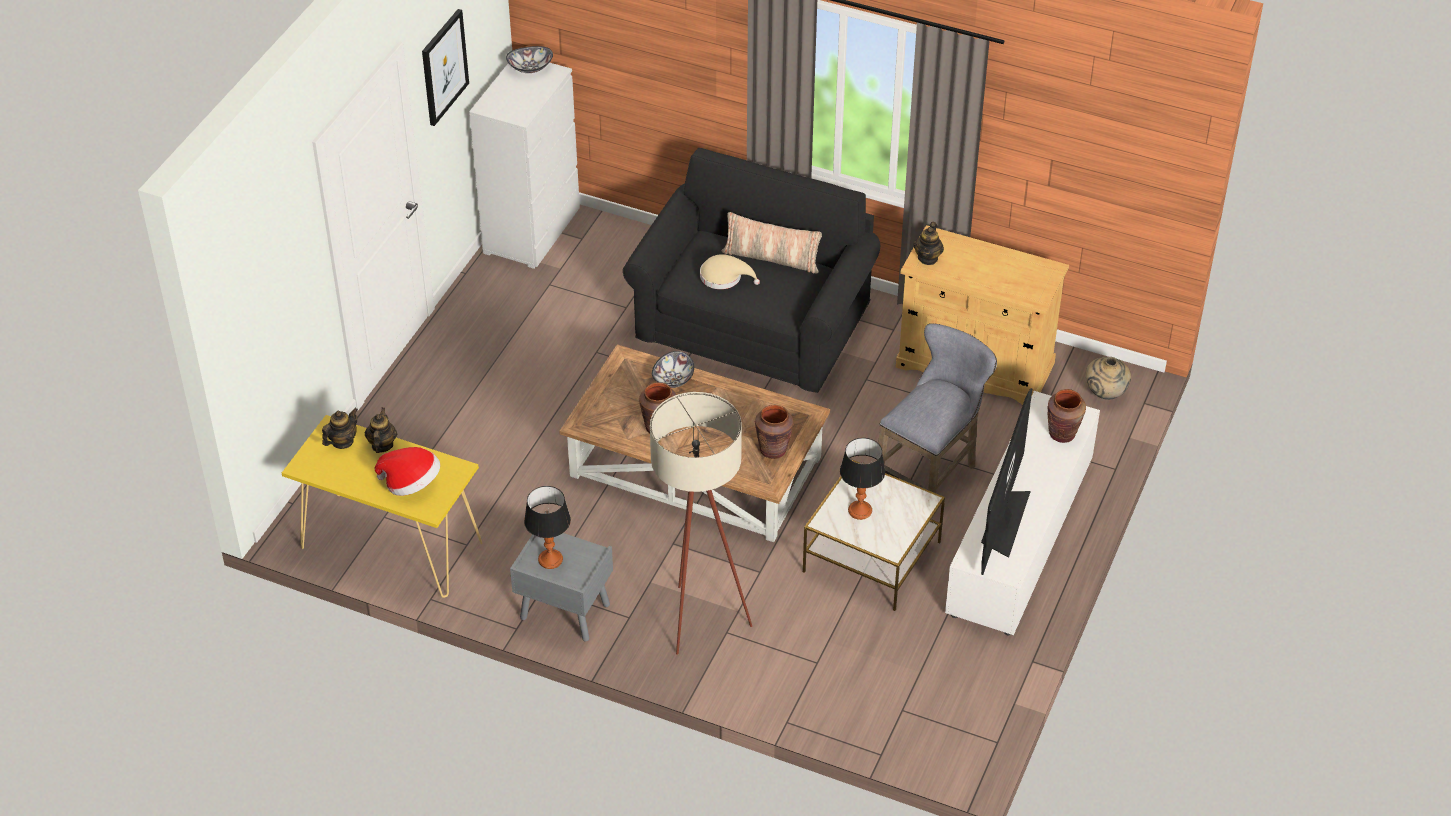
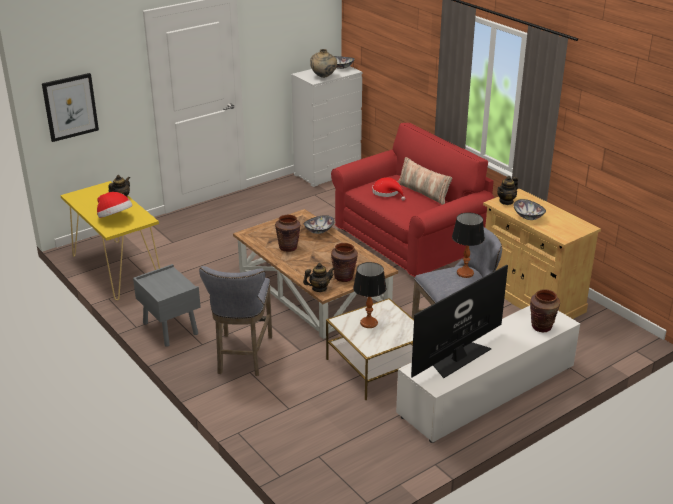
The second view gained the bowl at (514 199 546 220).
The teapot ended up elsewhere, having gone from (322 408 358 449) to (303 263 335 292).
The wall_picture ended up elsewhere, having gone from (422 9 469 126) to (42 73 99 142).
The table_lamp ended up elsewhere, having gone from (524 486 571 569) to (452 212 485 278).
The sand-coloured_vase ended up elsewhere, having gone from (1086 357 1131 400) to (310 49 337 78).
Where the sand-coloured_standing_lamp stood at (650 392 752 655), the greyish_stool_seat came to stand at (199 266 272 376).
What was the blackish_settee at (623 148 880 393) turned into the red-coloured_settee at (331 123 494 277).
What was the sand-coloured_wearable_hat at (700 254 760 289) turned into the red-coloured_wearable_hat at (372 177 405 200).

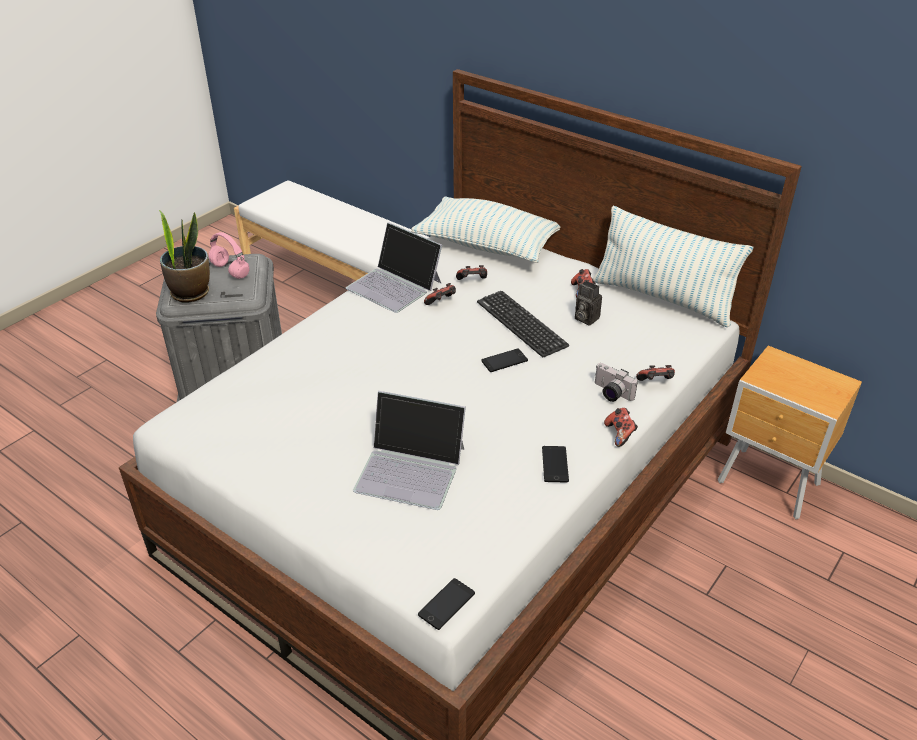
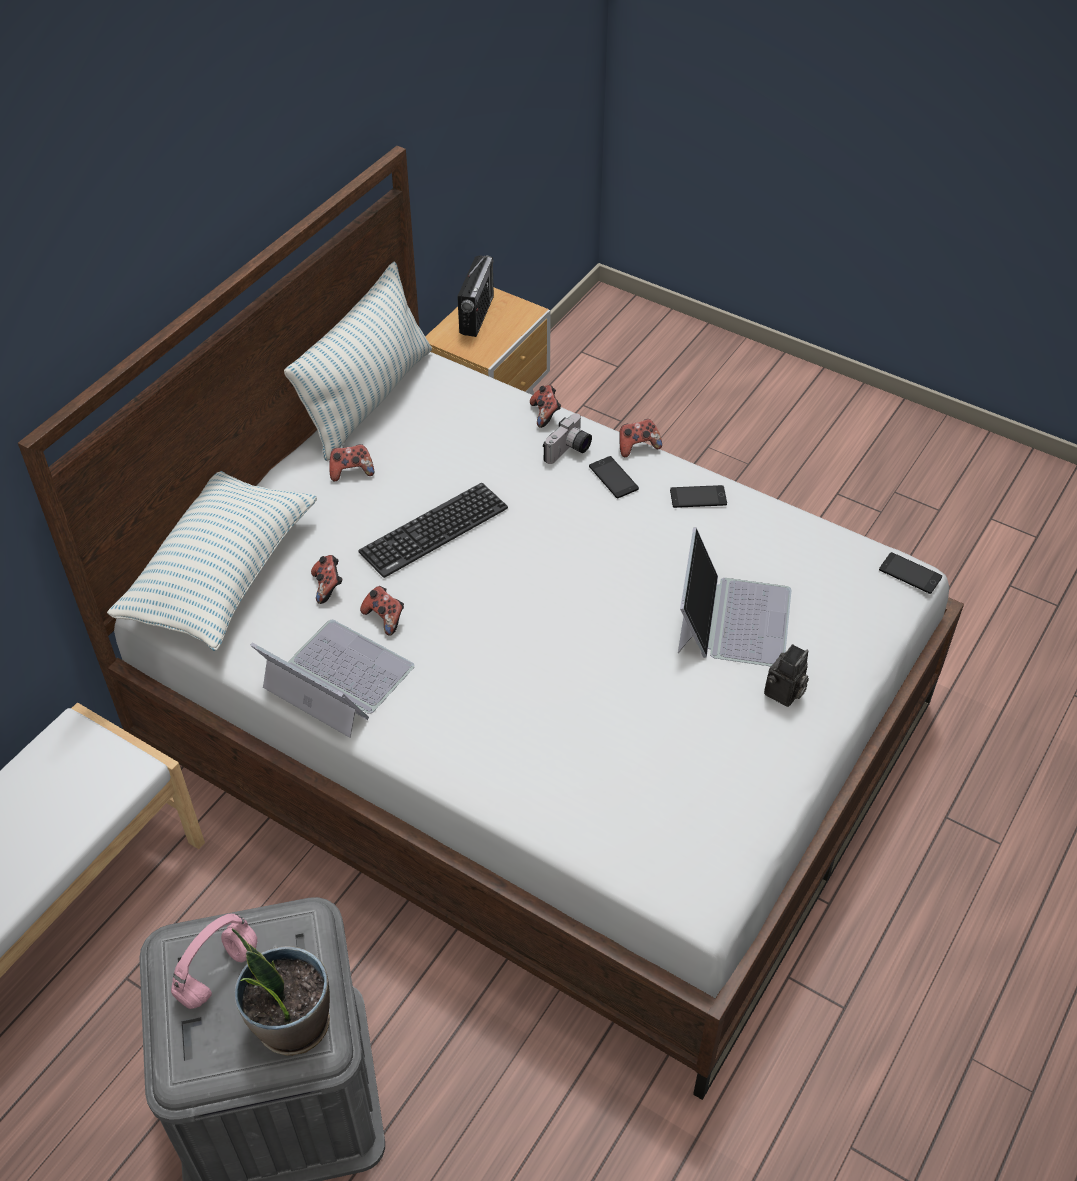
The second view gained the radio_set at (457 255 494 337).
The telephone ended up elsewhere, having gone from (481 349 528 372) to (589 456 639 498).
The photo_camera ended up elsewhere, having gone from (575 280 602 326) to (764 644 809 707).
The portable_computer at (346 222 442 313) ended up facing another way, 90 degrees counterclockwise from before.

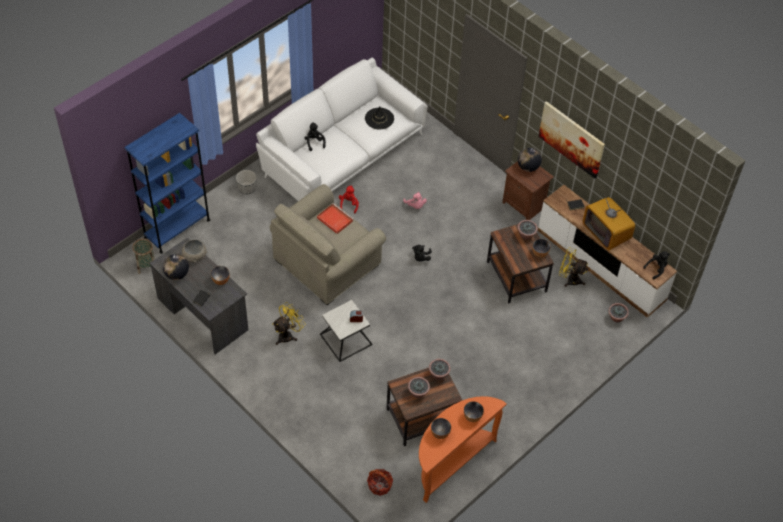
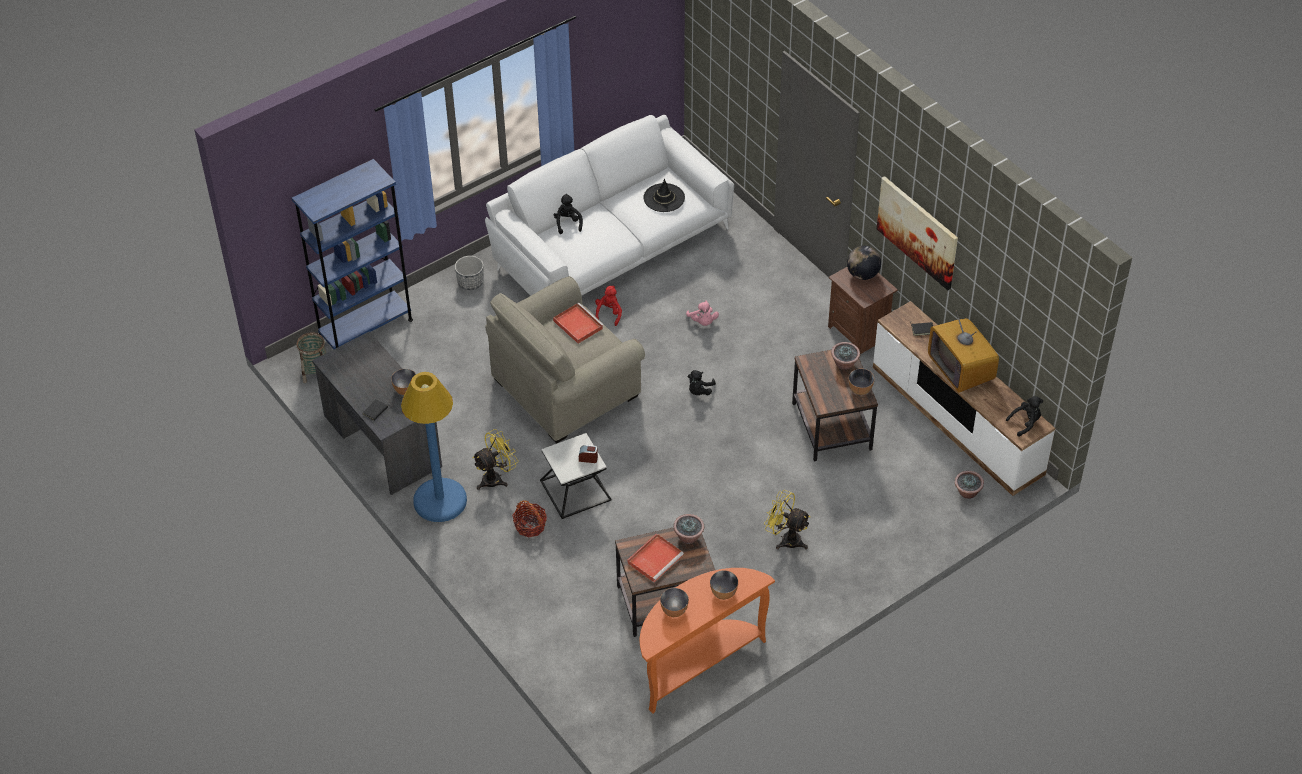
The second view lost the globe at (163 254 189 280).
The second view lost the greyish_bowl at (182 240 207 263).
The second view gained the blue-coloured_standing_lamp at (401 372 467 522).
The basket ended up elsewhere, having gone from (367 469 393 496) to (512 500 547 538).
The yellow_fan ended up elsewhere, having gone from (559 247 588 287) to (764 490 810 549).
Where the houseplant stood at (408 377 430 398), the red-coloured_tray came to stand at (627 533 684 582).

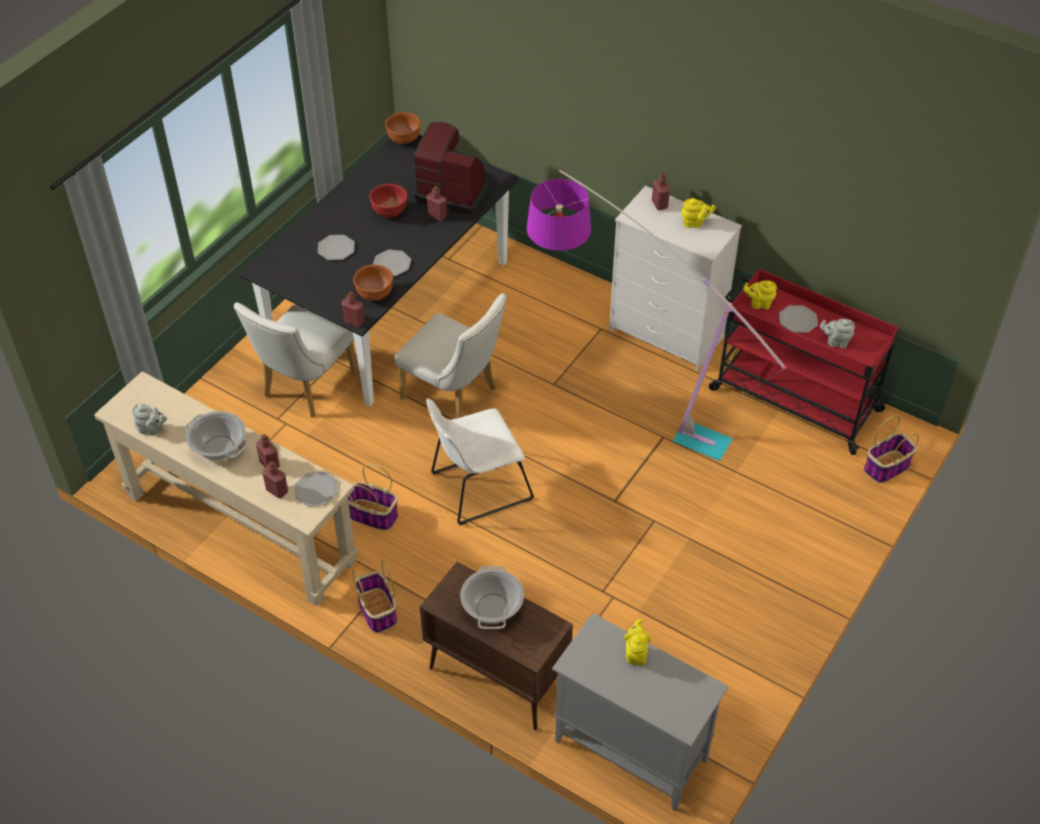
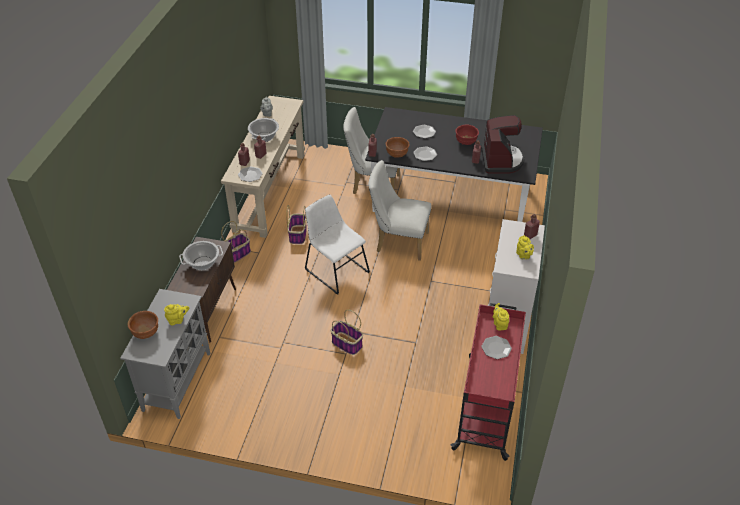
The second view lost the standing_lamp at (527 170 787 461).
The second view lost the greyish_teapot at (820 319 855 348).
The brown-coloured_bowl ended up elsewhere, having gone from (385 112 421 144) to (128 311 158 339).
The basket ended up elsewhere, having gone from (864 415 919 483) to (330 309 363 355).
The whitish_upright_chair at (395 293 507 418) ended up facing another way, 90 degrees clockwise from before.

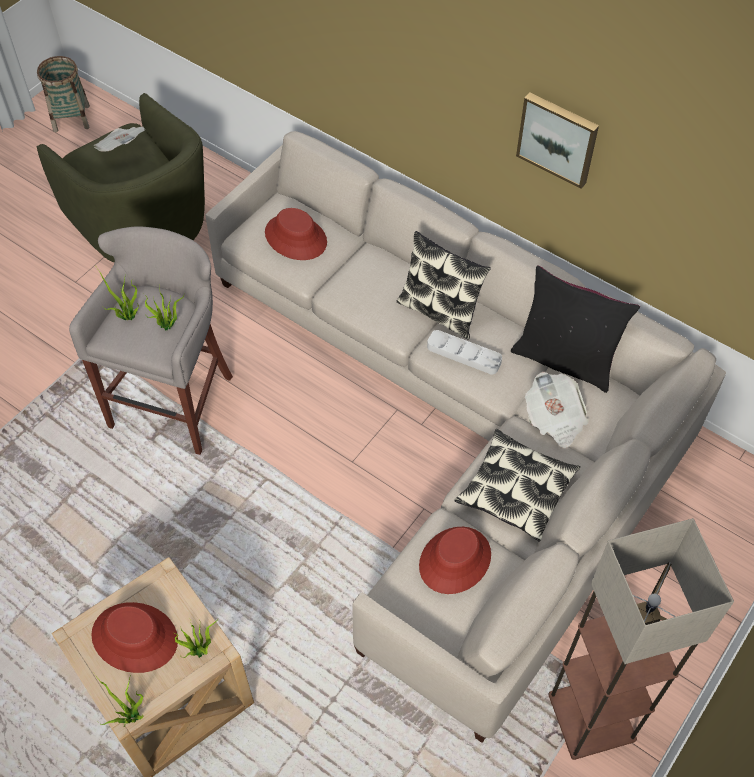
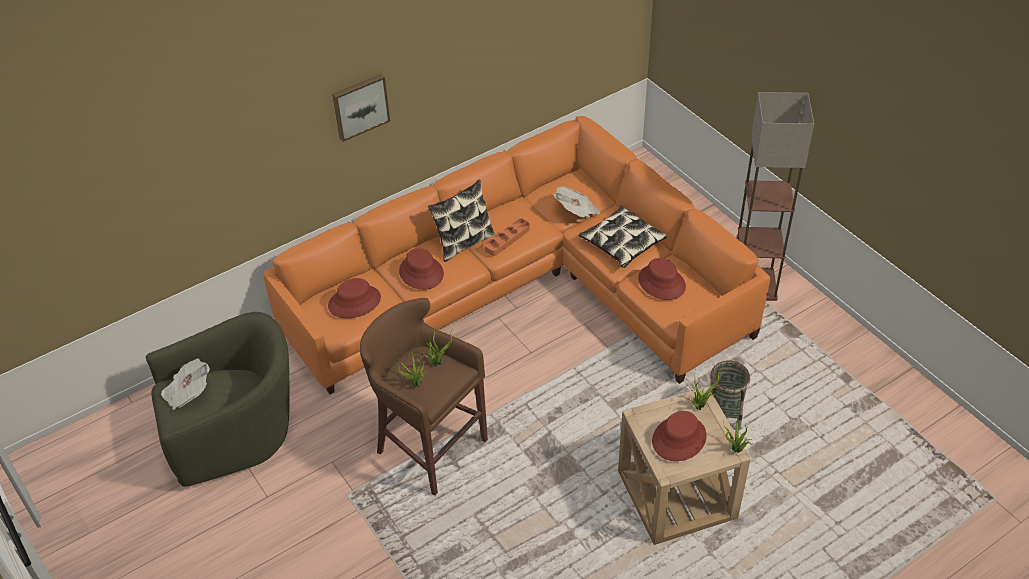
The second view lost the blackish_pillow at (511 265 640 393).
The second view gained the red-coloured_wearable_hat at (399 248 444 290).
The basket ended up elsewhere, having gone from (37 56 90 132) to (710 360 750 430).
The wall_picture ended up elsewhere, having gone from (516 93 599 189) to (332 74 390 142).
What was the greyish_stool_seat at (69 226 233 455) turned into the brown-coloured_stool_seat at (360 298 488 496).
What was the sand-coloured_settee at (206 131 726 743) turned into the orange_settee at (263 116 770 394).
What was the greyish_tray at (427 330 502 374) turned into the orange_tray at (485 218 530 256).

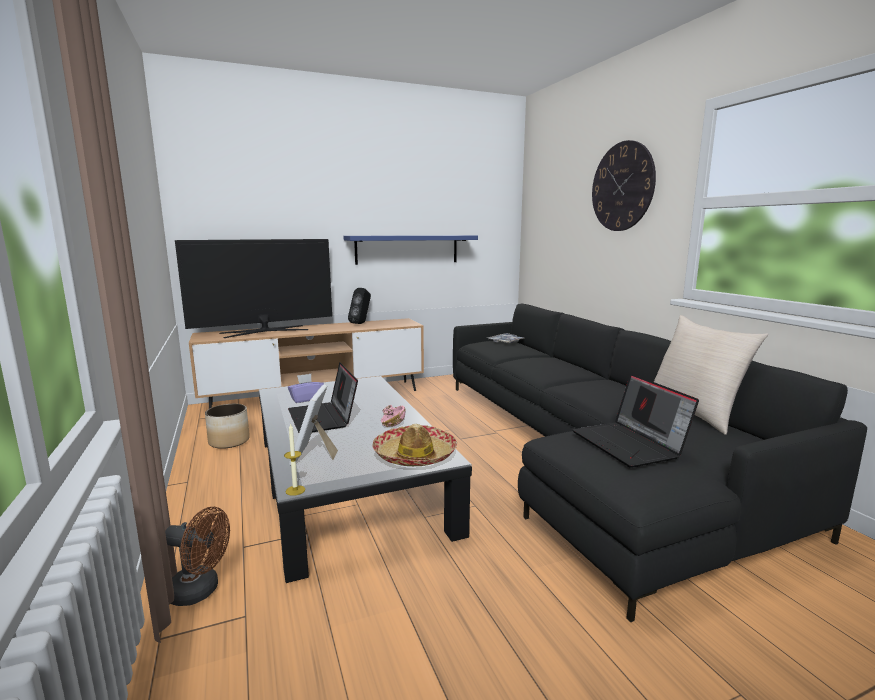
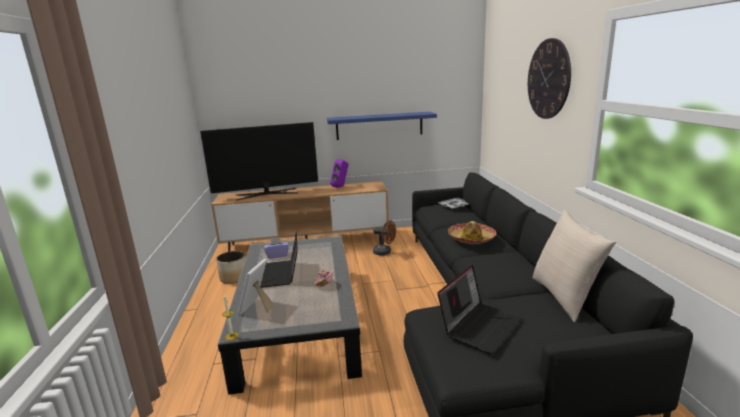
The brown-coloured_fan ended up elsewhere, having gone from (165 507 230 606) to (373 220 396 255).
The wearable_hat ended up elsewhere, having gone from (372 424 457 466) to (448 221 496 244).
What was the blackish_audio_speaker at (348 288 371 324) turned into the purple-coloured_audio_speaker at (330 159 349 188).
The portable_computer at (573 374 699 468) ended up facing another way, 135 degrees counterclockwise from before.

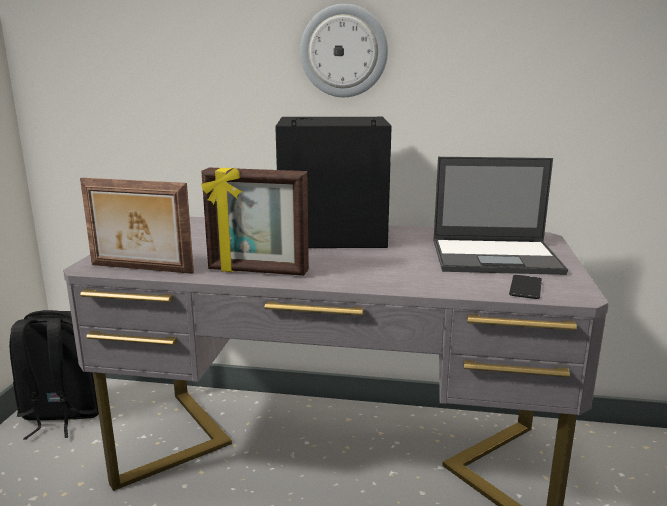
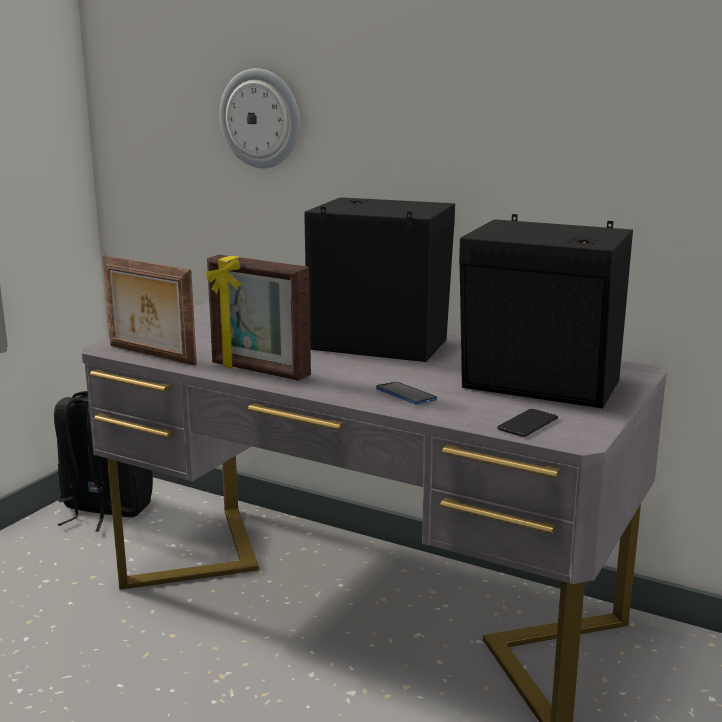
The second view gained the telephone at (376 382 437 405).
The hanging_clock ended up elsewhere, having gone from (300 4 388 97) to (219 68 300 168).
Where the portable_computer stood at (433 157 568 275), the blackish_audio_speaker came to stand at (459 214 633 408).

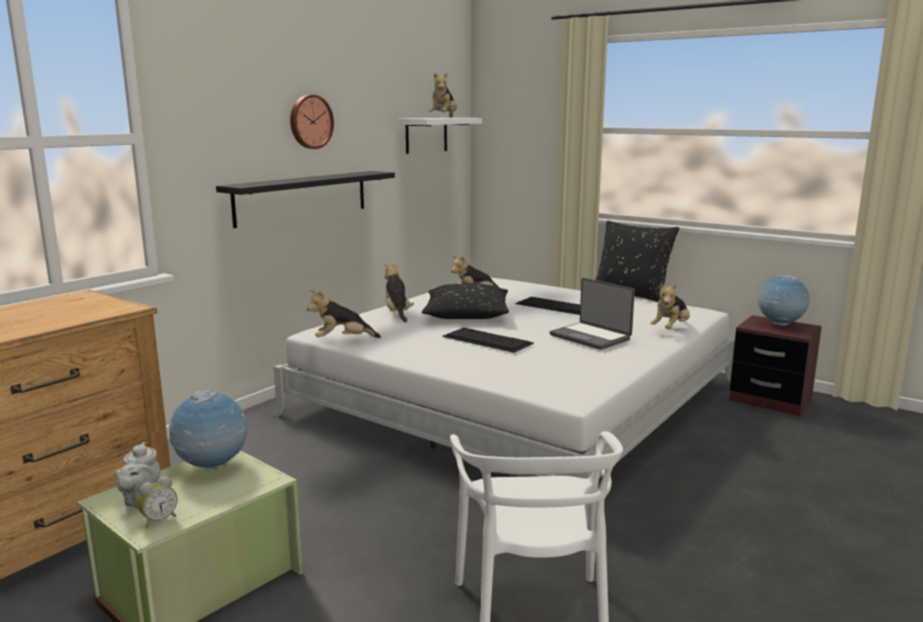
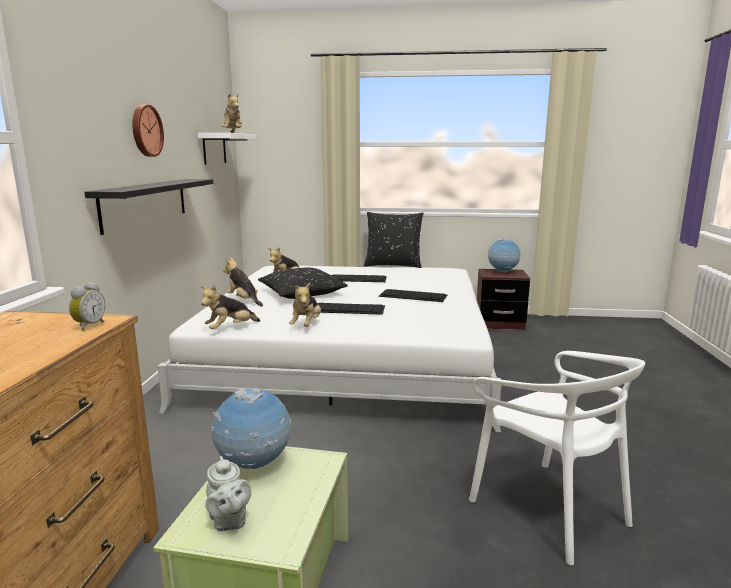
The table_clock ended up elsewhere, having gone from (137 476 178 528) to (69 282 105 331).
The plush_toy ended up elsewhere, having gone from (650 283 690 329) to (289 283 321 327).
Where the portable_computer stood at (550 278 635 350), the keyboard came to stand at (379 289 448 302).

